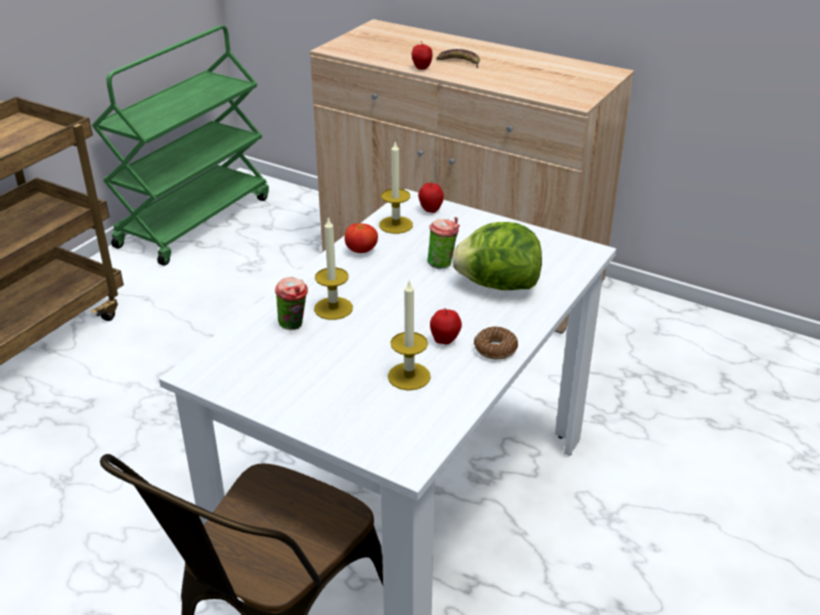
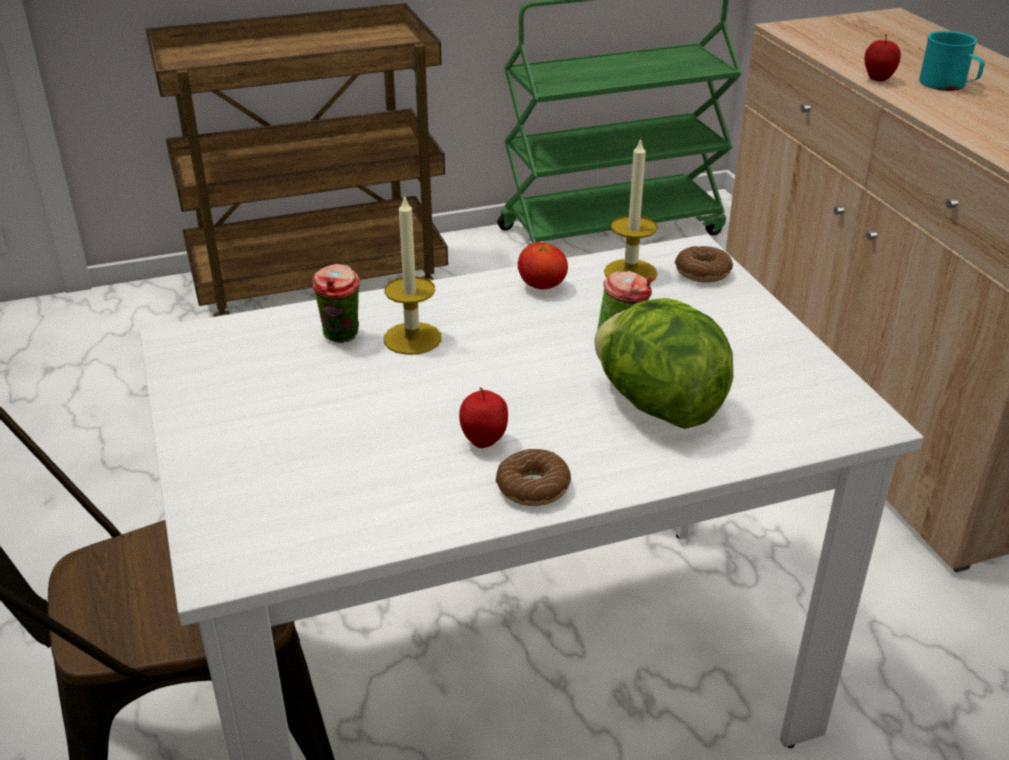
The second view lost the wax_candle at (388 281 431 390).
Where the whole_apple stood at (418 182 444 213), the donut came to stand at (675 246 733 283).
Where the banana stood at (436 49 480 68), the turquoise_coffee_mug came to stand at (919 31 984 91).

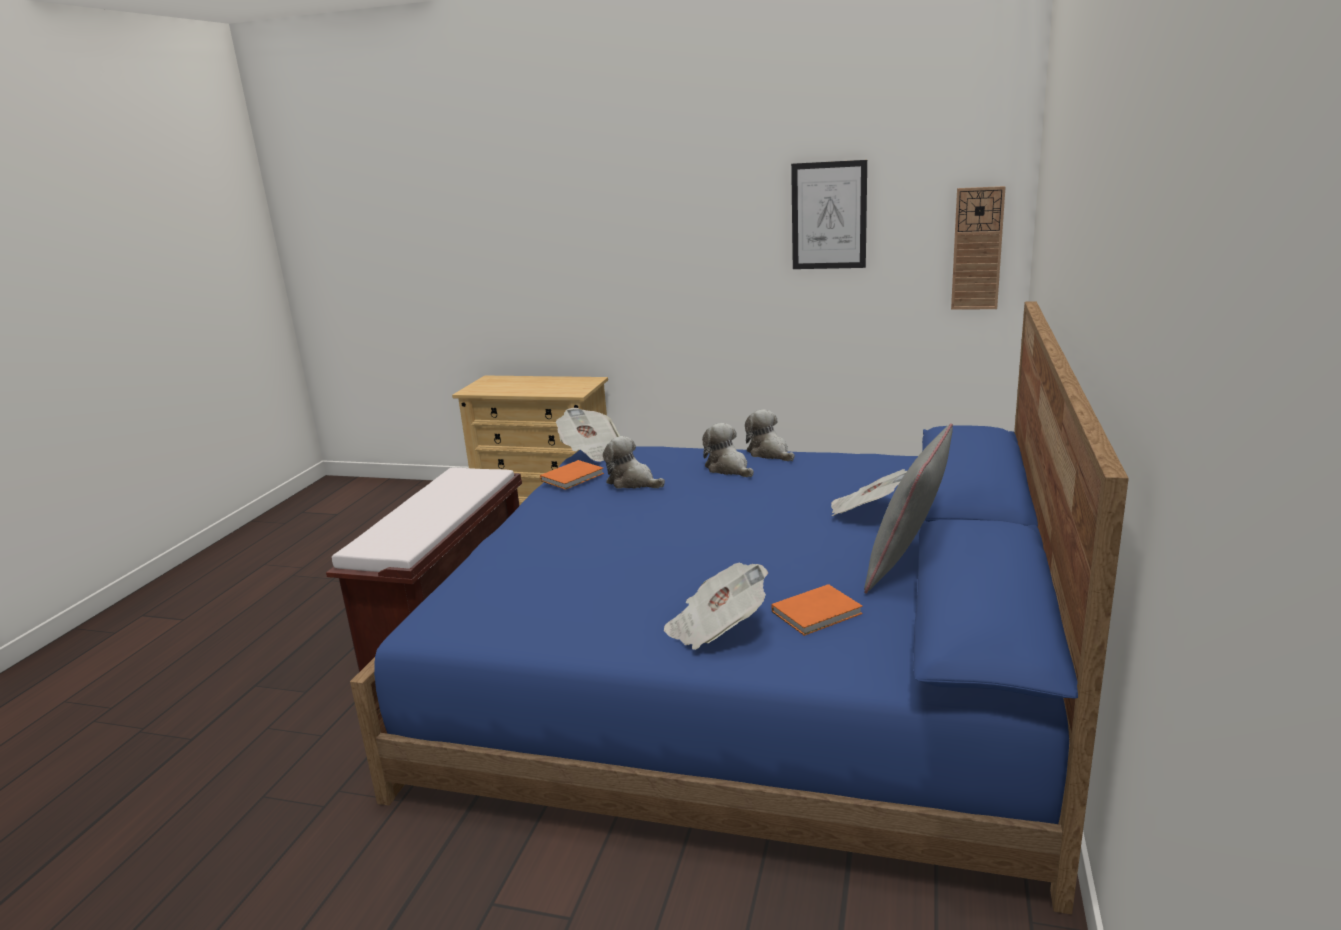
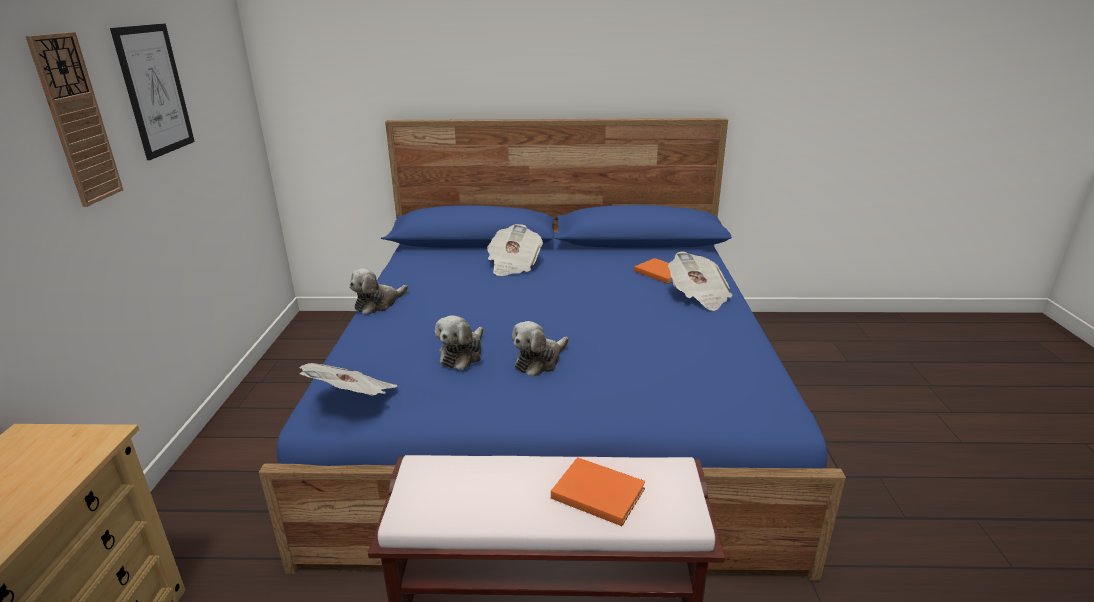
The second view lost the greyish_pillow at (864 423 953 594).
The orange_book ended up elsewhere, having gone from (540 460 604 490) to (551 457 645 526).
The plush_toy ended up elsewhere, having gone from (702 423 754 477) to (512 321 568 377).
The hanging_clock ended up elsewhere, having gone from (951 186 1006 310) to (25 32 123 207).

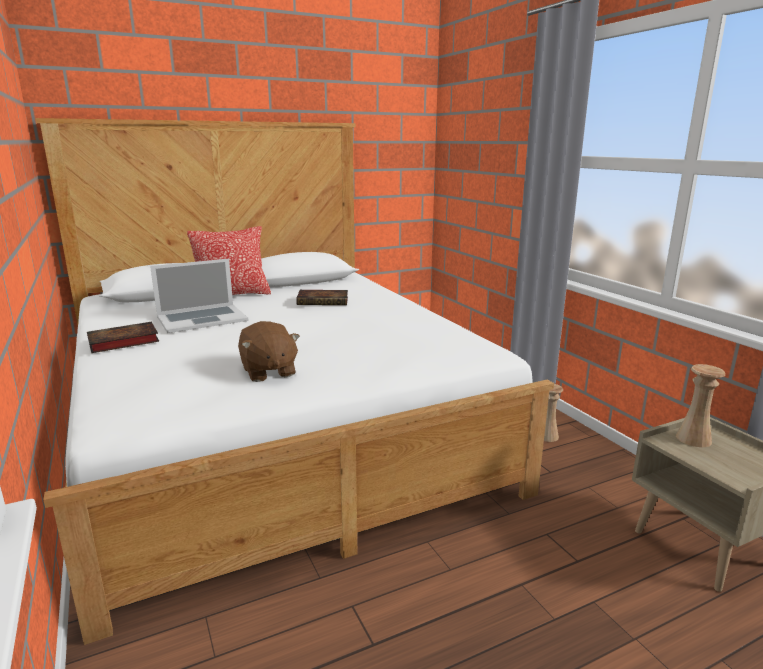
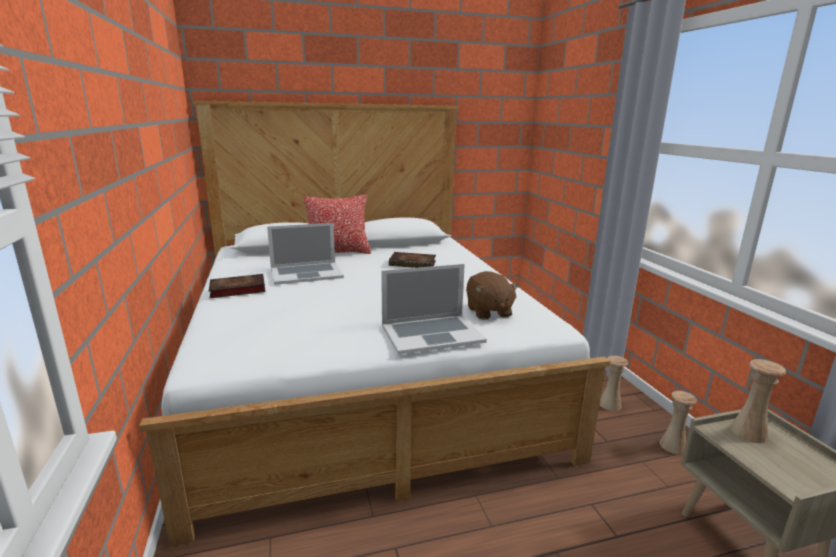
The second view gained the portable_computer at (381 264 487 355).
The second view gained the sand-coloured_vase at (659 391 697 454).
The brown-coloured_plush_toy ended up elsewhere, having gone from (238 321 300 382) to (466 271 519 320).

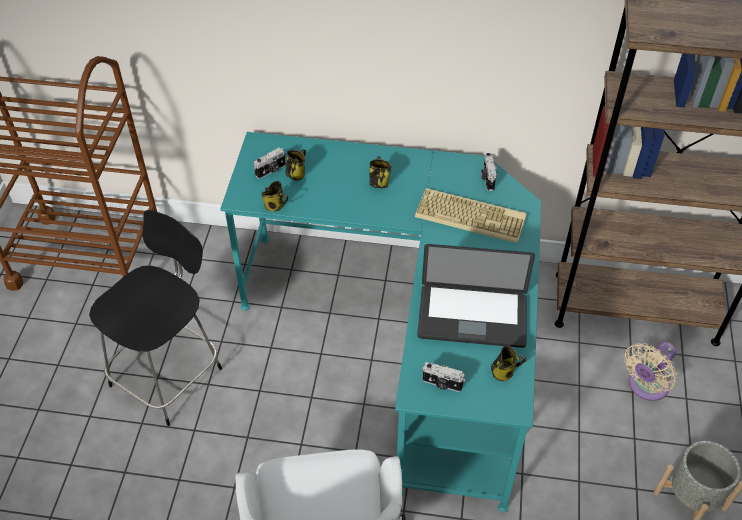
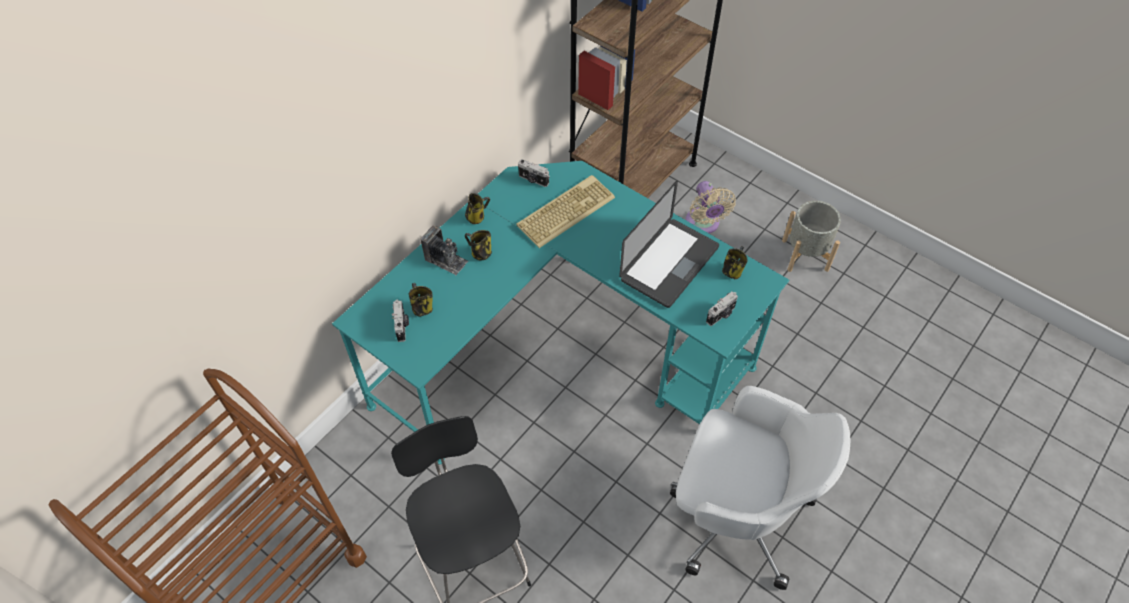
The second view gained the photo_camera at (420 225 468 276).
The coffee_mug ended up elsewhere, having gone from (261 181 288 212) to (465 193 490 224).

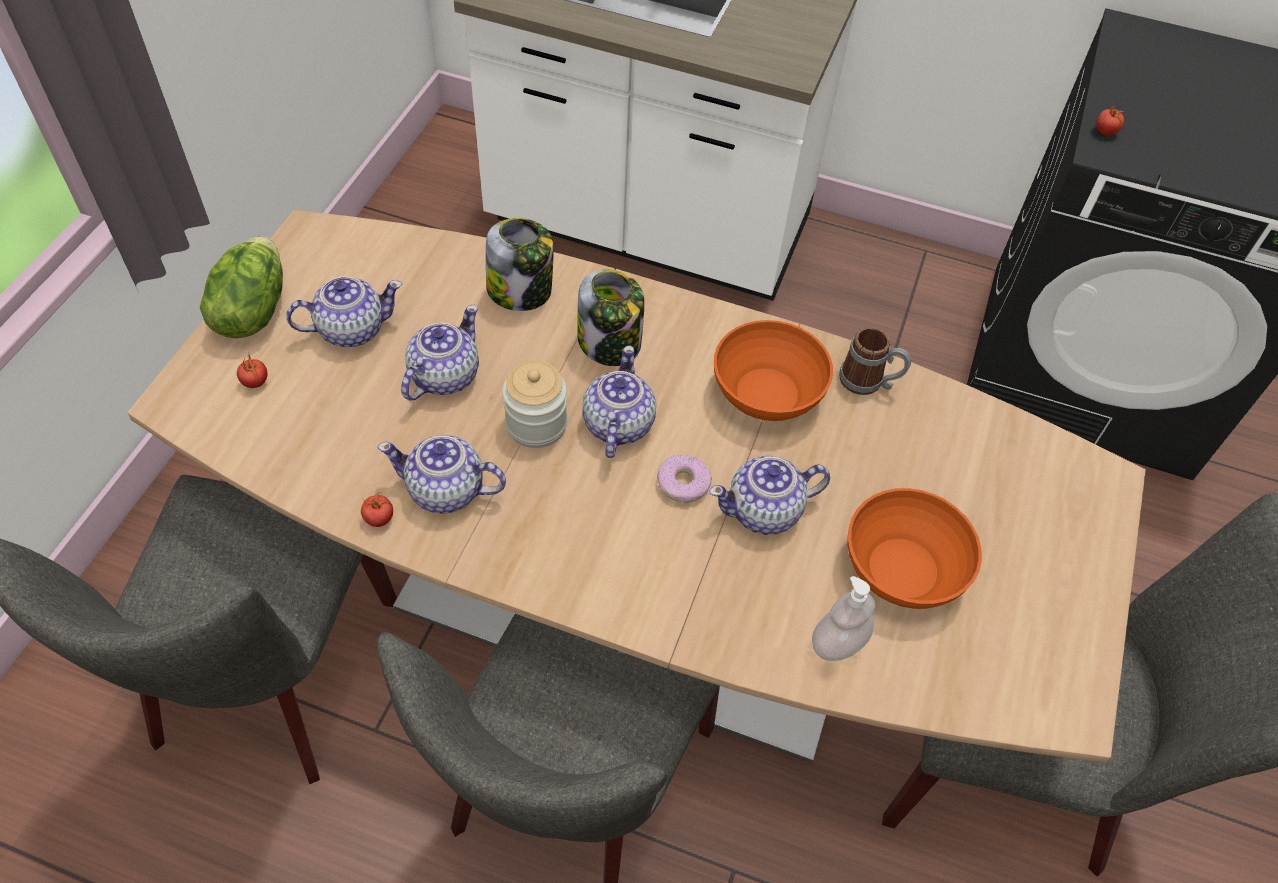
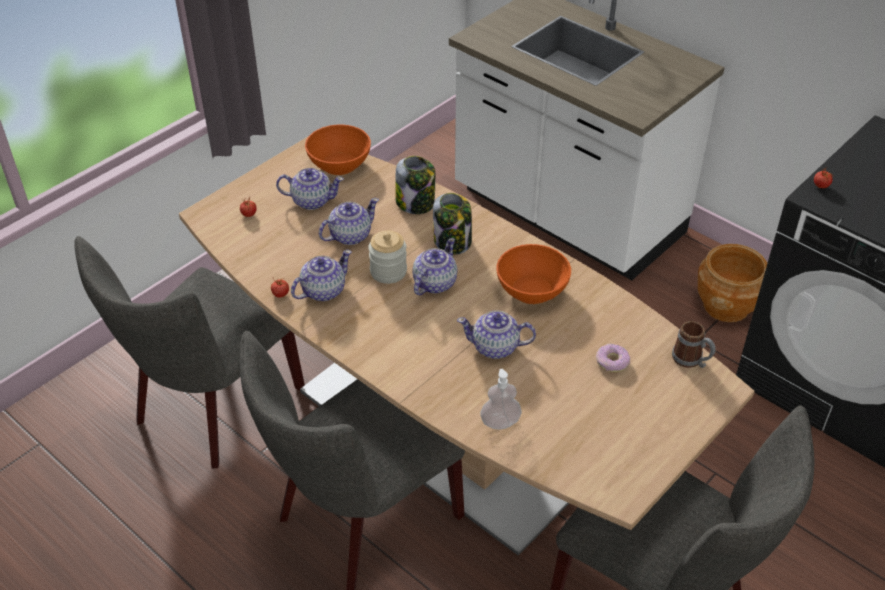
The second view lost the lettuce_head at (200 237 283 338).
The second view gained the brown-coloured_plant_pot at (698 244 767 322).
The donut ended up elsewhere, having gone from (657 455 712 503) to (596 344 630 372).
The coffee_mug ended up elsewhere, having gone from (839 327 911 395) to (672 321 716 368).
The orange_bowl ended up elsewhere, having gone from (847 488 982 609) to (305 124 371 175).
The teapot at (378 435 506 514) ended up facing another way, 105 degrees clockwise from before.

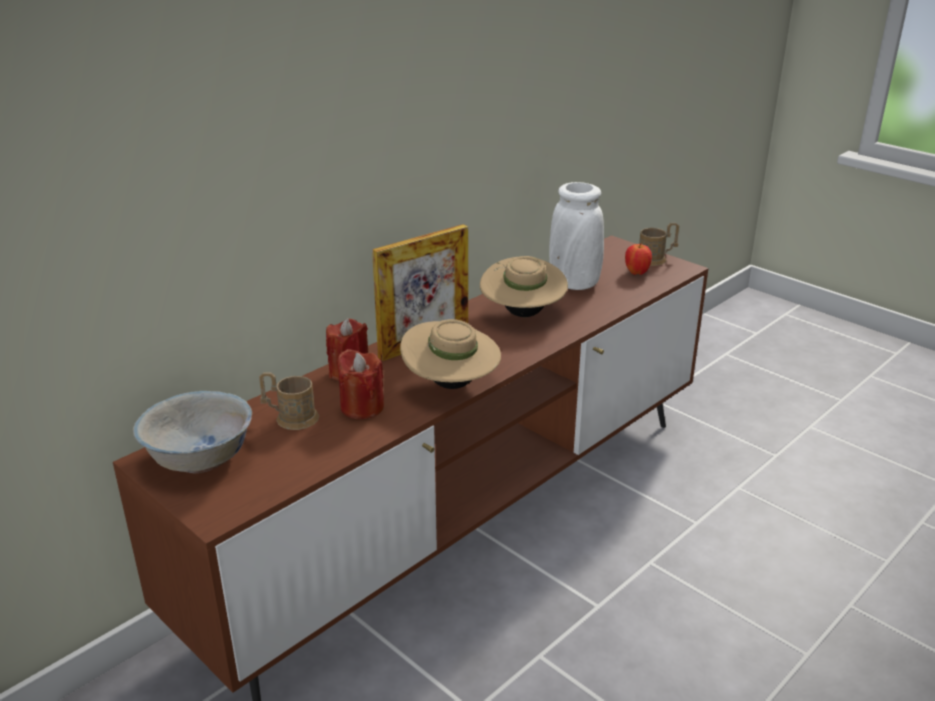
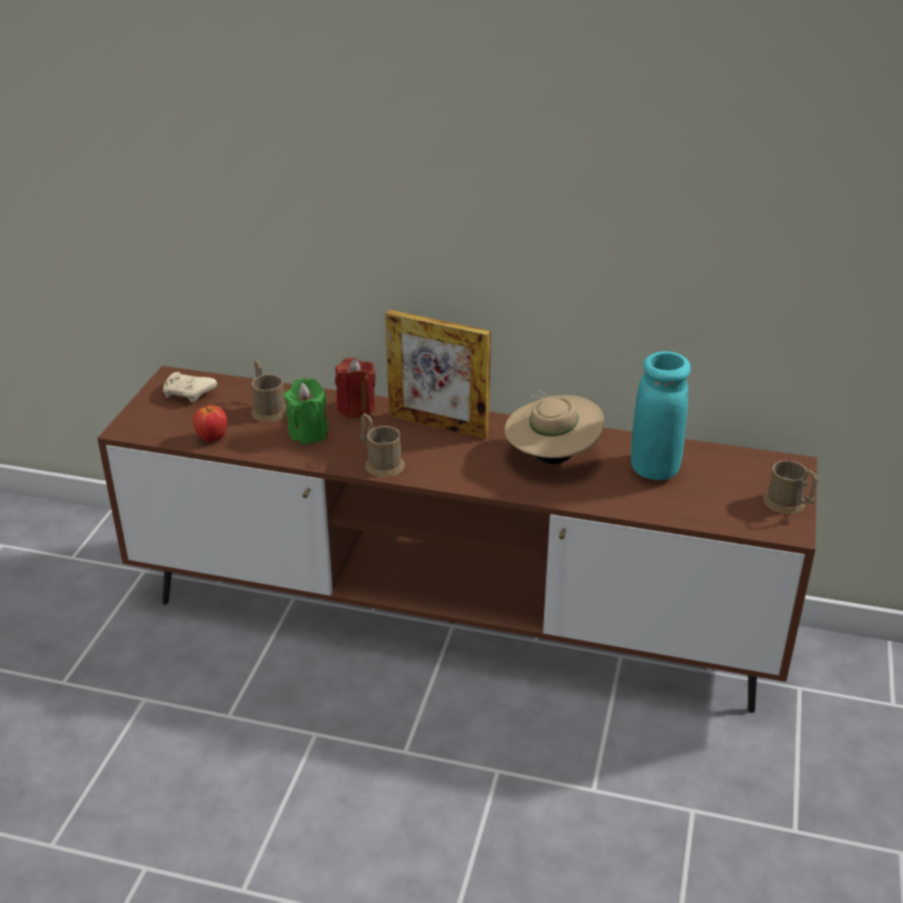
The whole_apple ended up elsewhere, having gone from (625 243 652 275) to (193 405 227 442).
Where the whitish_bowl stood at (133 391 252 473), the sand-coloured_joypad came to stand at (163 372 217 403).
Where the sand-coloured_wearable_hat stood at (400 319 501 389), the brown-coloured_coffee_mug came to stand at (360 413 405 477).
What was the red-coloured_wax_candle at (337 349 384 419) turned into the green-coloured_wax_candle at (284 378 328 444).
What was the whitish_vase at (549 182 604 290) turned into the turquoise_vase at (631 351 691 480).

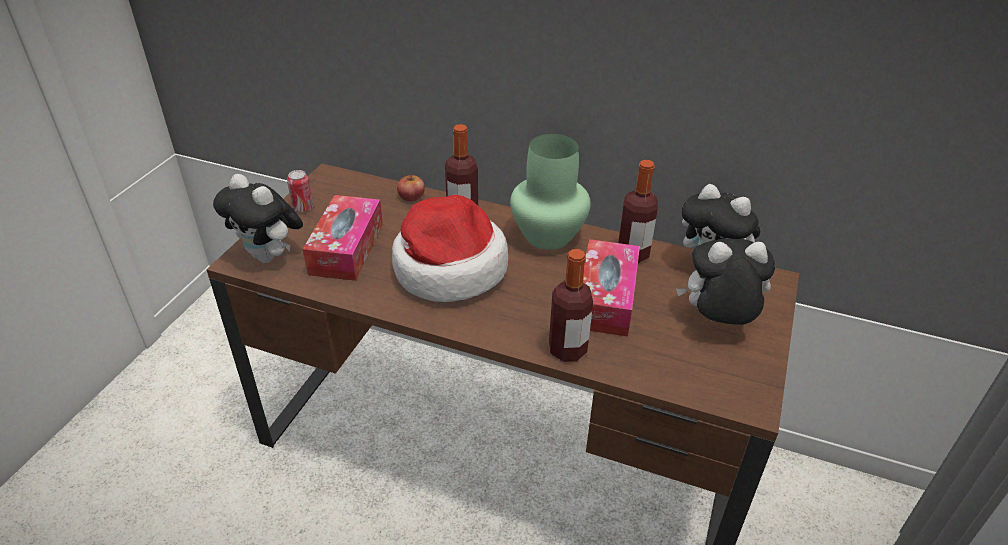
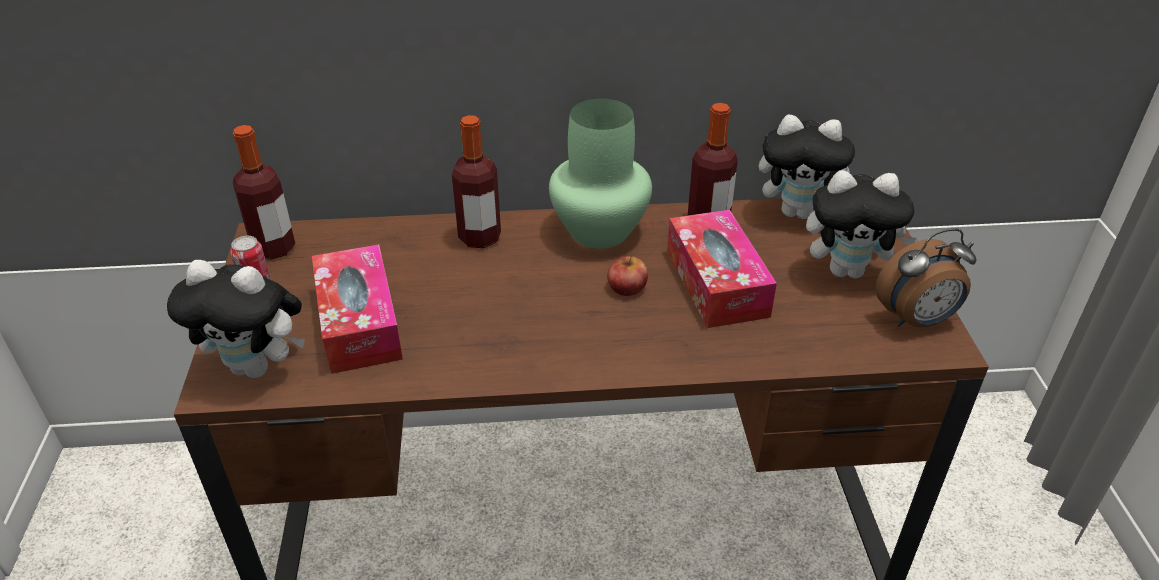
The second view lost the wearable_hat at (392 195 508 302).
The second view gained the table_clock at (875 228 977 327).
The whole_apple ended up elsewhere, having gone from (397 174 425 202) to (607 256 648 296).
The beverage_bottle ended up elsewhere, having gone from (549 249 593 362) to (233 125 295 260).
The plush_toy at (676 238 775 325) ended up facing another way, 150 degrees counterclockwise from before.

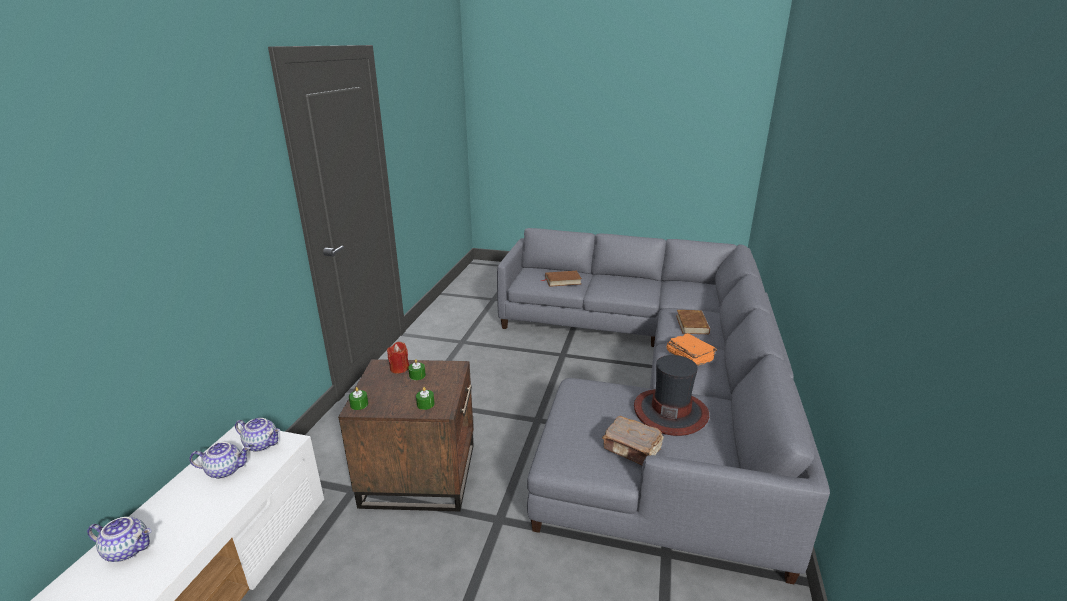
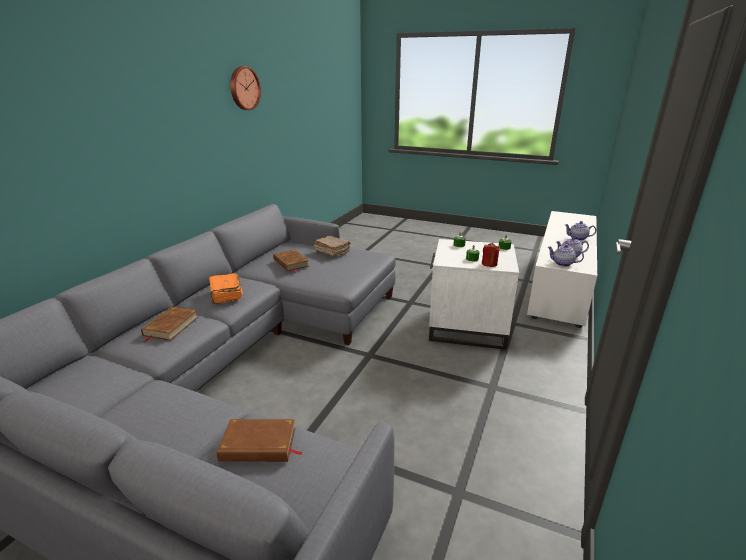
The second view gained the hanging_clock at (230 66 261 110).
Where the wearable_hat stood at (634 355 709 436), the brown-coloured_book came to stand at (273 249 309 273).
What was the brown-coloured_end_table at (338 359 473 511) turned into the whitish_end_table at (429 239 519 350).

